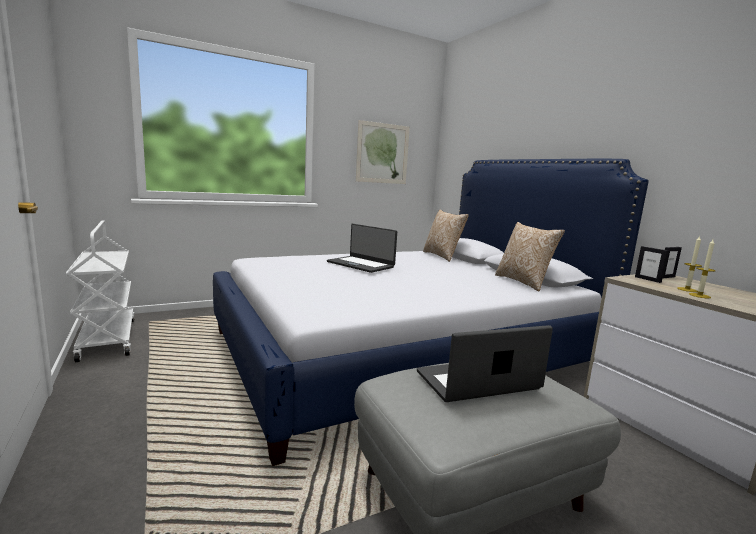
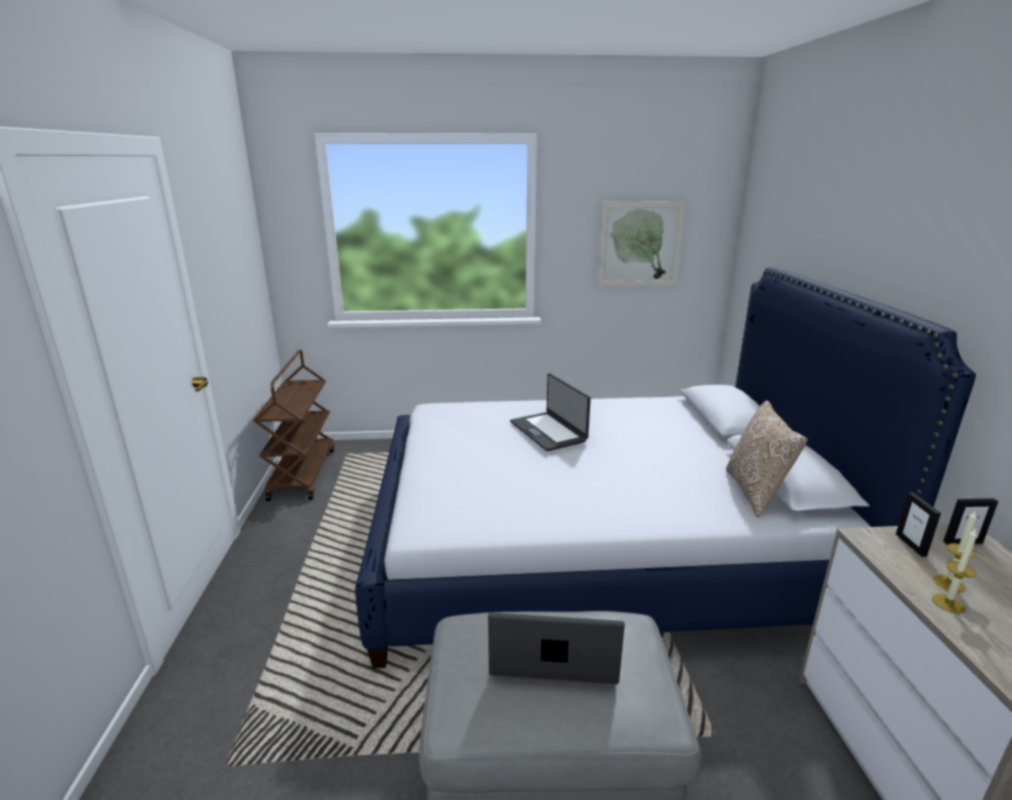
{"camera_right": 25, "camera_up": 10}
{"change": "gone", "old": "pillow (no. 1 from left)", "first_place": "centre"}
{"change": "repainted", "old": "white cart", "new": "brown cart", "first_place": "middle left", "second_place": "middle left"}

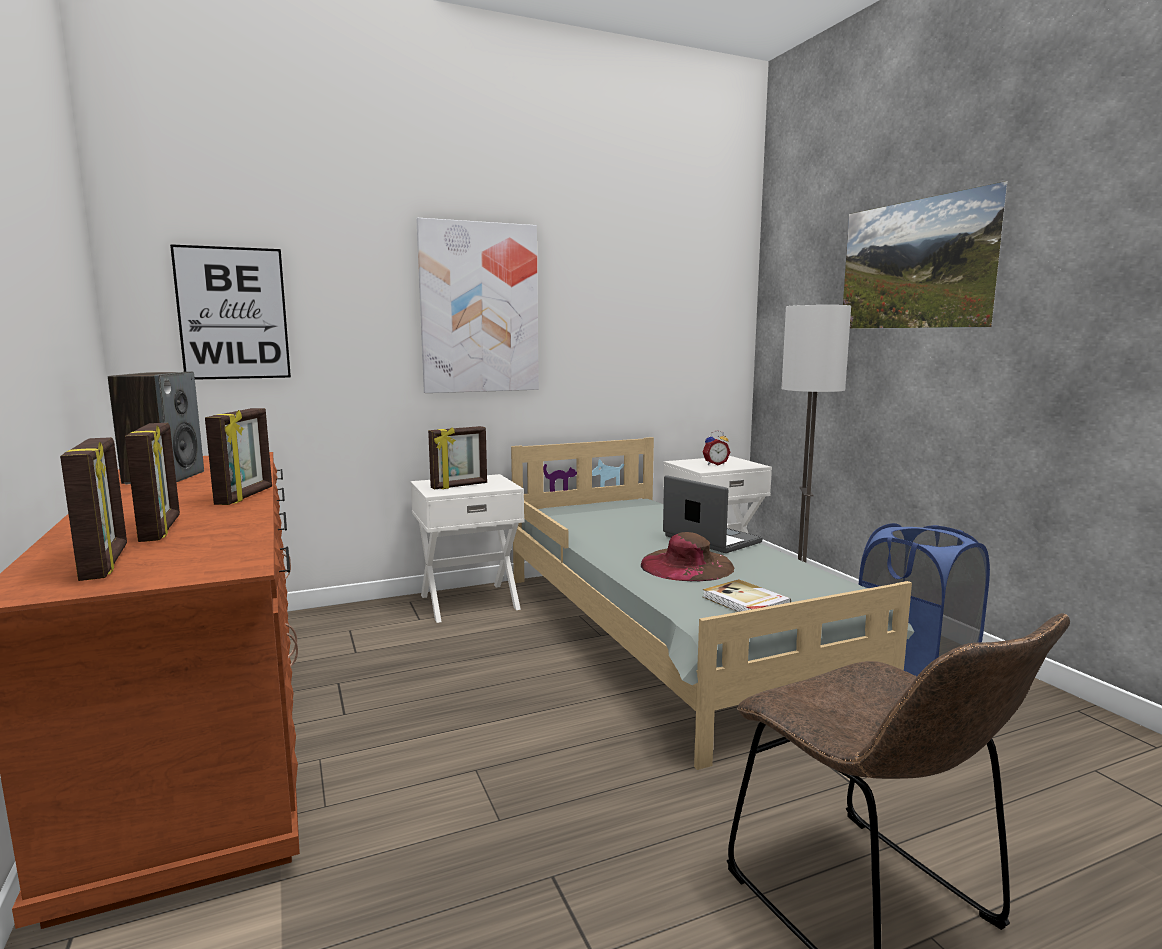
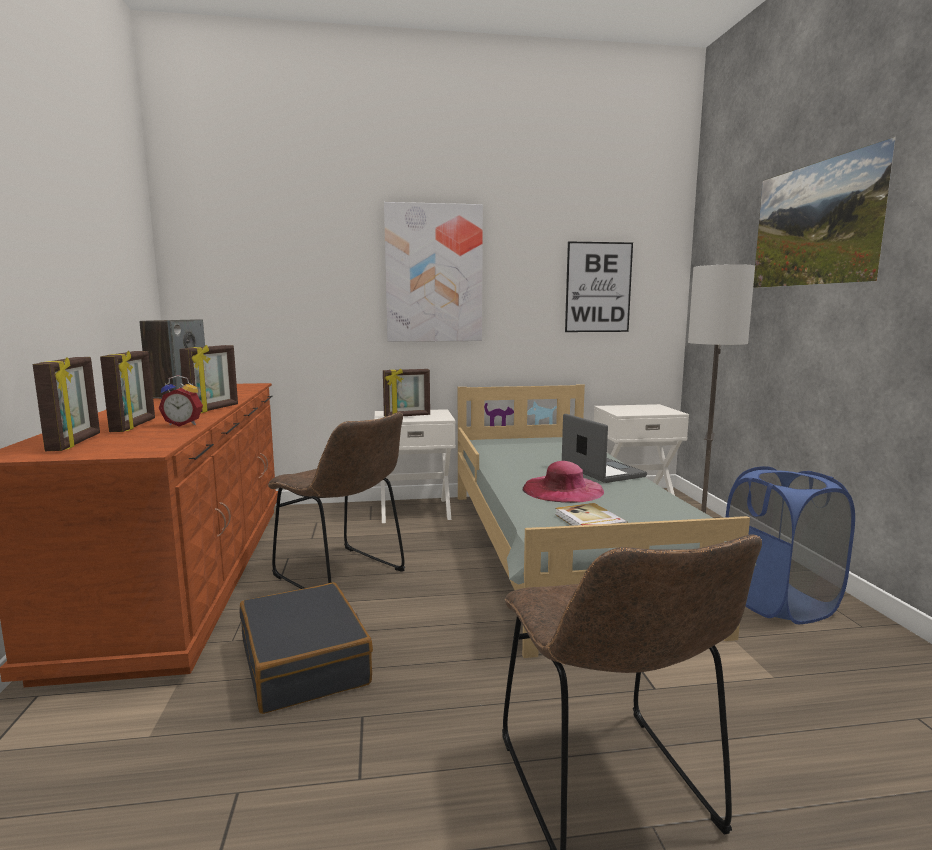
{"camera_right": 15, "camera_up": 0}
{"change": "new", "new": "black suitcase", "second_place": "bottom left"}
{"change": "new", "new": "brown chair (no. 1 from left)", "second_place": "centre"}
{"change": "shifted", "old": "picture (no. 1 from left in the first image)", "new": "picture (no. 2 from left)", "first_place": "top left", "second_place": "centre"}
{"change": "shifted", "old": "alarm clock", "first_place": "centre", "second_place": "middle left"}
{"change": "repainted", "old": "brown hat", "new": "pink hat", "first_place": "centre", "second_place": "centre"}

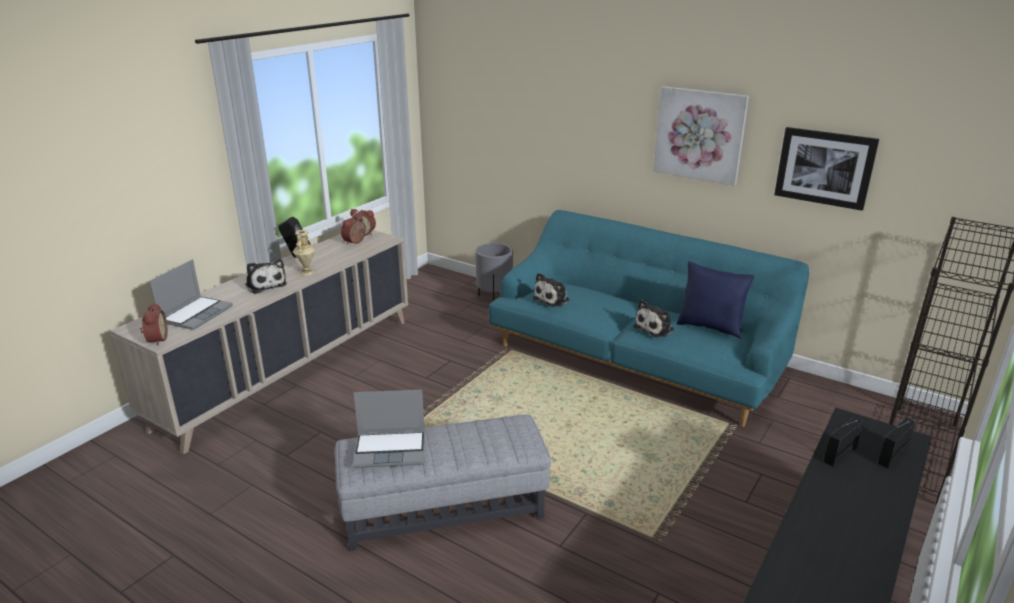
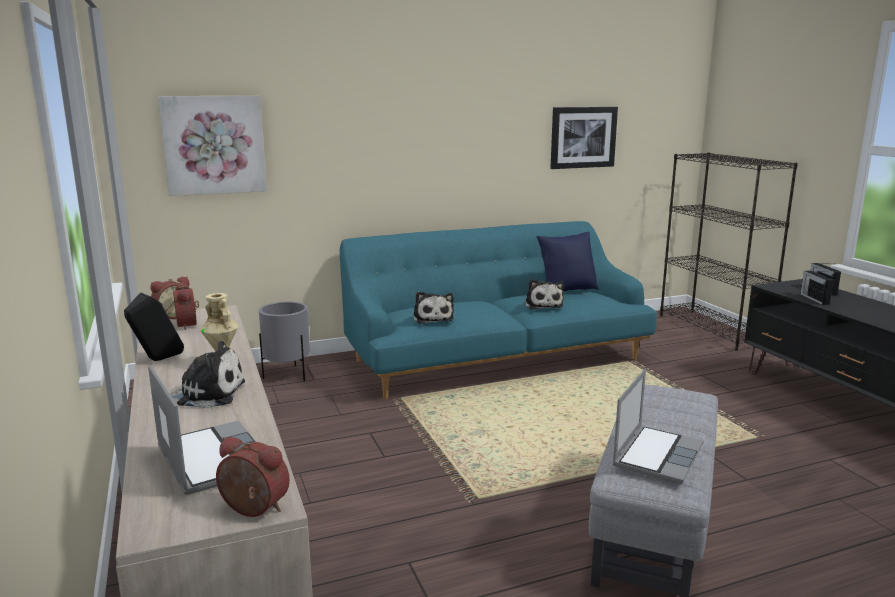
{"camera_right": -55, "camera_up": -10}
{"change": "shifted", "old": "picture (no. 1 from left)", "first_place": "top right", "second_place": "top left"}

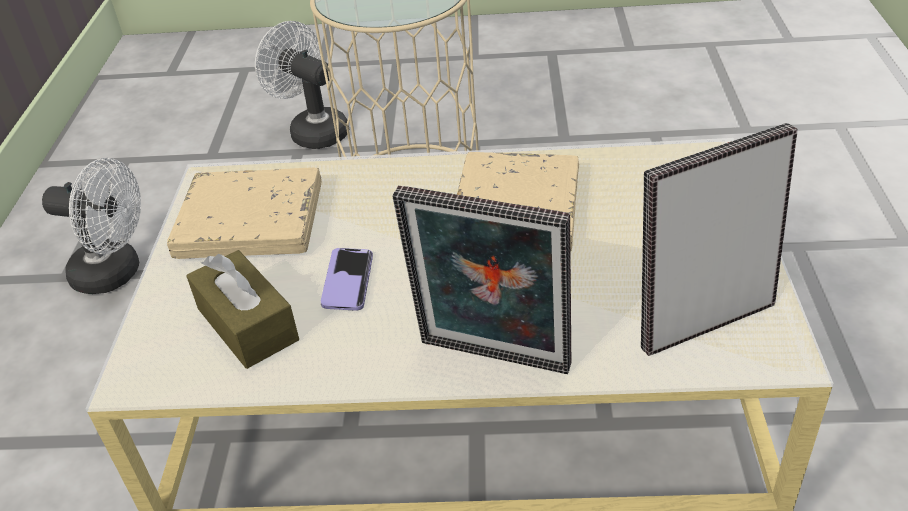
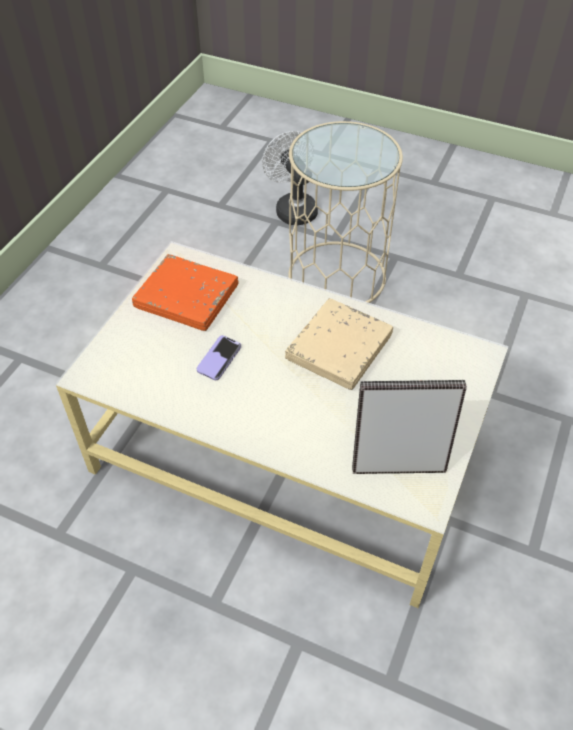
{"camera_right": 20, "camera_up": 10}
{"change": "gone", "old": "white fan (no. 1 from left)", "first_place": "middle left"}
{"change": "gone", "old": "brown tissue box", "first_place": "middle left"}
{"change": "gone", "old": "picture frame (no. 1 from left)", "first_place": "centre"}
{"change": "repainted", "old": "beige book (no. 1 from left)", "new": "orange book", "first_place": "middle left", "second_place": "middle left"}

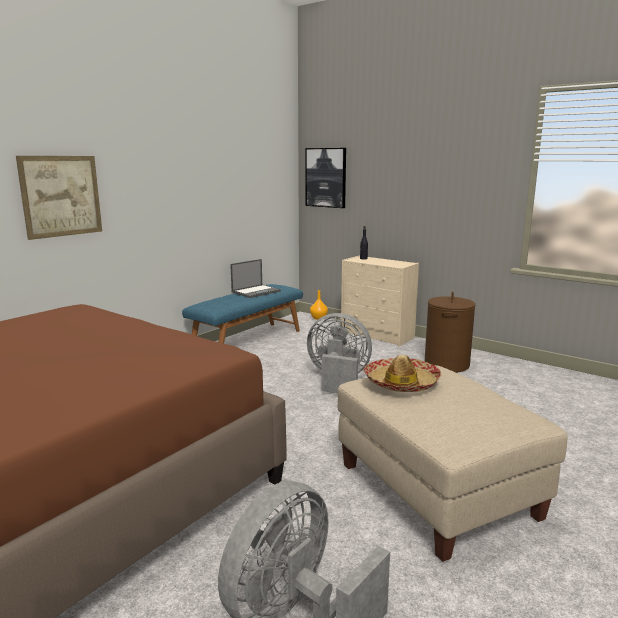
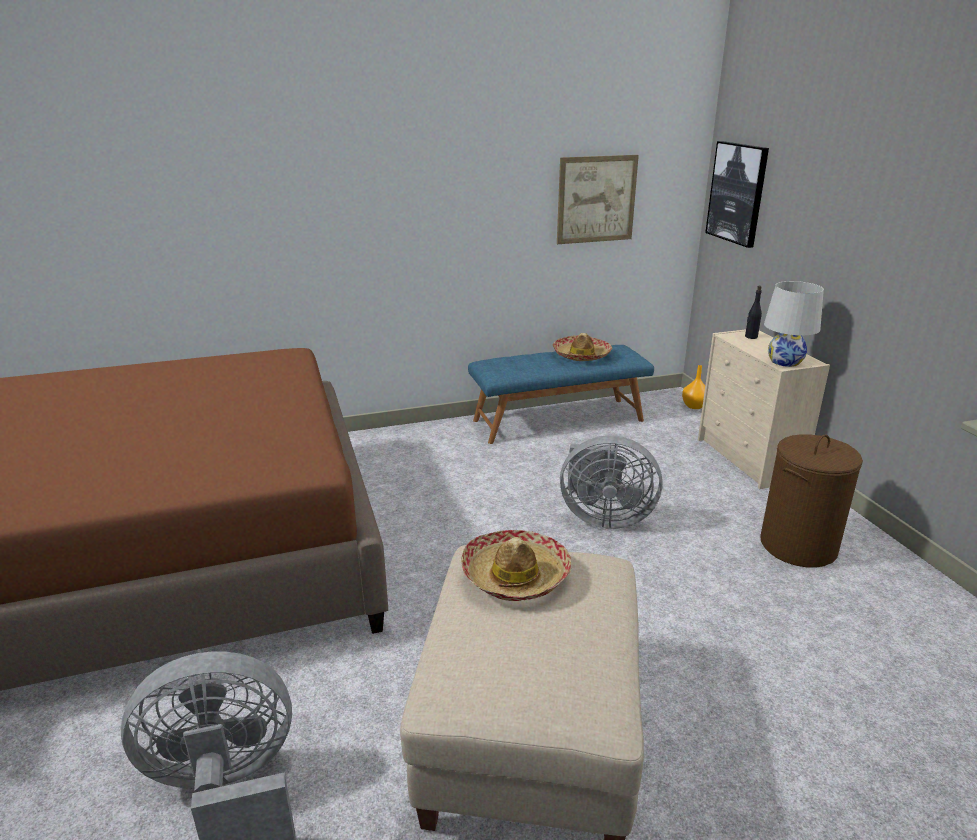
{"camera_right": 35, "camera_up": 10}
{"change": "new", "new": "white table lamp", "second_place": "middle right"}
{"change": "shifted", "old": "picture (no. 1 from left)", "first_place": "top left", "second_place": "top centre"}
{"change": "swapped", "old": "laptop", "new": "hat (no. 2 from left)", "first_place": "centre", "second_place": "centre"}
{"change": "rotated", "old": "grey fan (no. 2 from left)", "first_place": "centre", "second_place": "centre", "degrees": 135}

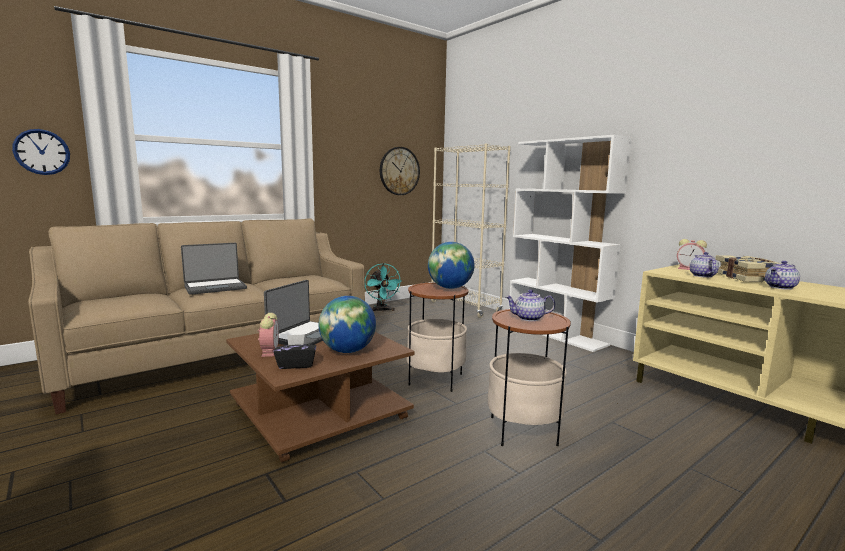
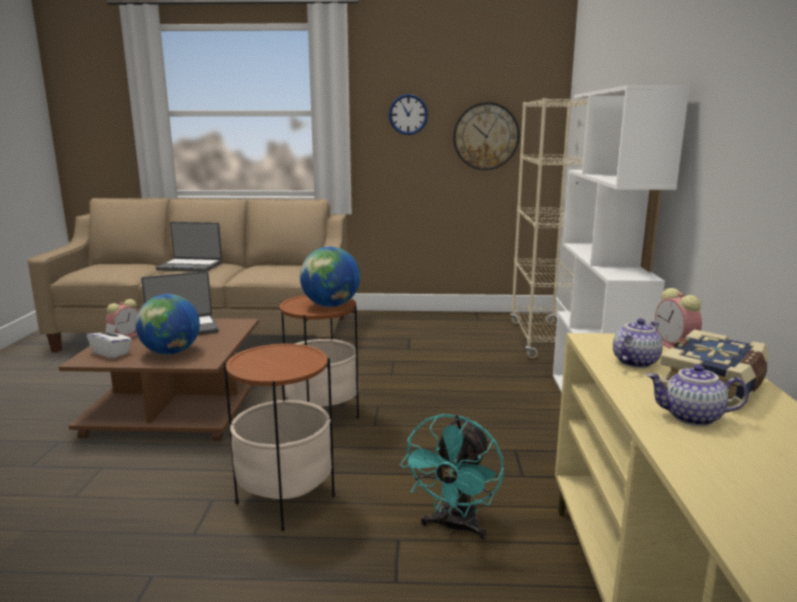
{"camera_right": 40, "camera_up": 5}
{"change": "gone", "old": "teapot (no. 1 from left)", "first_place": "centre"}
{"change": "shifted", "old": "wall clock (no. 1 from left)", "first_place": "top left", "second_place": "top centre"}
{"change": "shifted", "old": "turquoise fan", "first_place": "centre", "second_place": "bottom centre"}
{"change": "repainted", "old": "black tissue box", "new": "white tissue box", "first_place": "centre", "second_place": "middle left"}

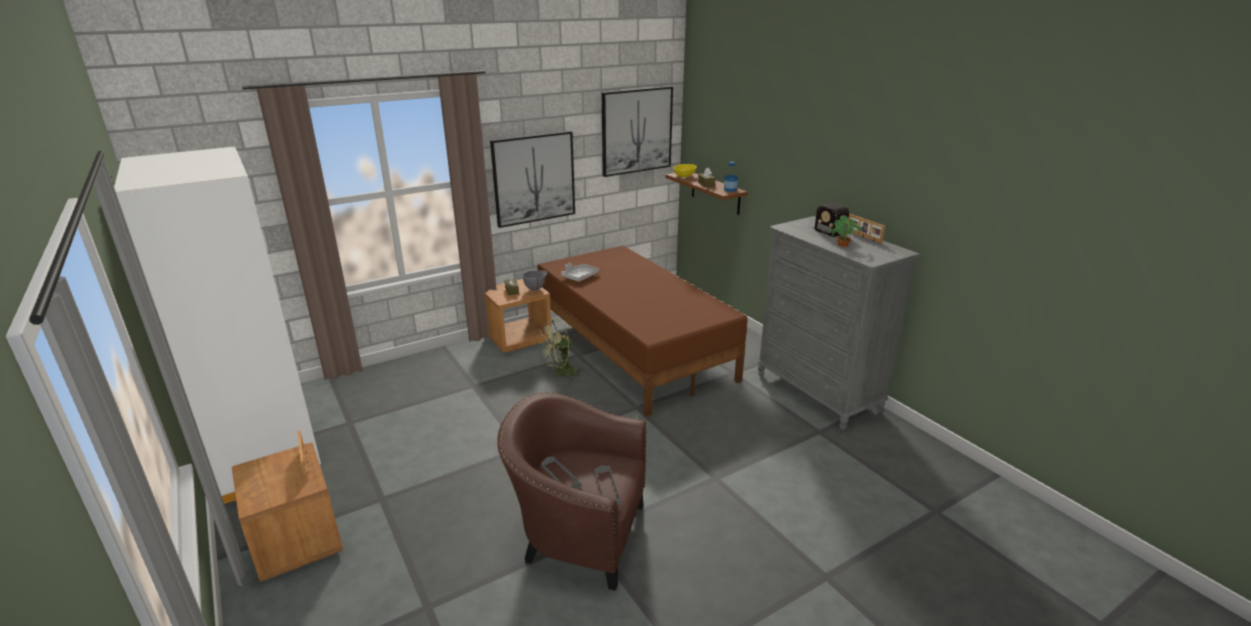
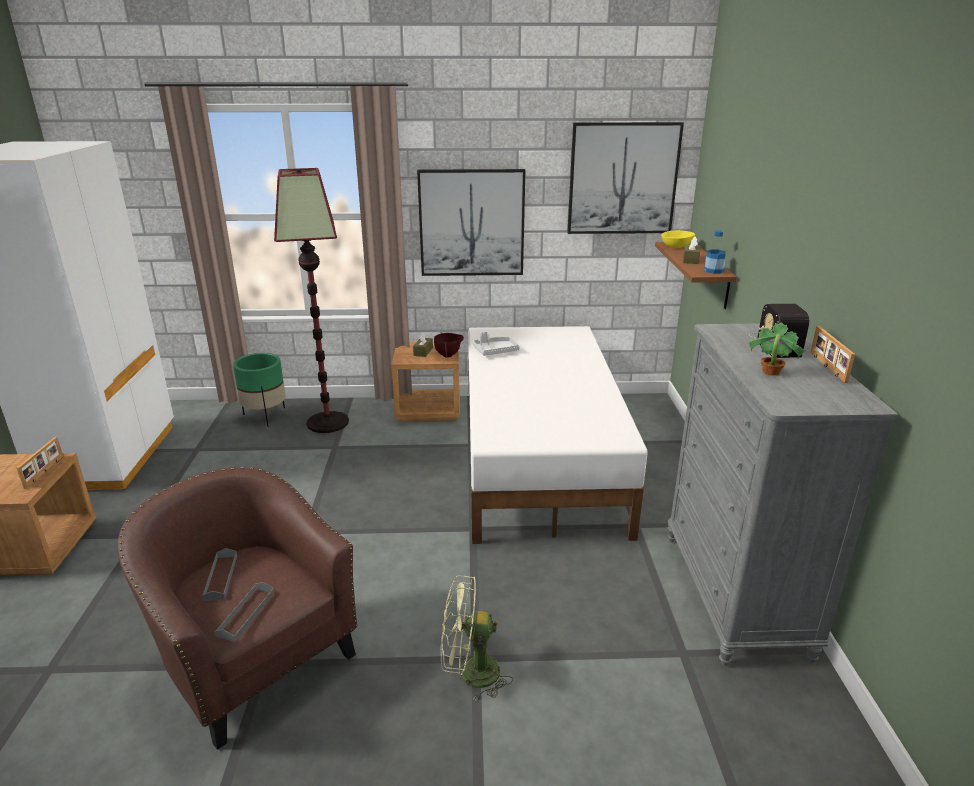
{"camera_right": 30, "camera_up": 0}
{"change": "new", "new": "green planter", "second_place": "middle left"}
{"change": "new", "new": "floor lamp", "second_place": "middle left"}
{"change": "shifted", "old": "green fan", "first_place": "centre", "second_place": "bottom centre"}
{"change": "repainted", "old": "grey bowl", "new": "brown bowl", "first_place": "centre", "second_place": "centre"}
{"change": "repainted", "old": "brown bed", "new": "white bed", "first_place": "centre", "second_place": "centre"}

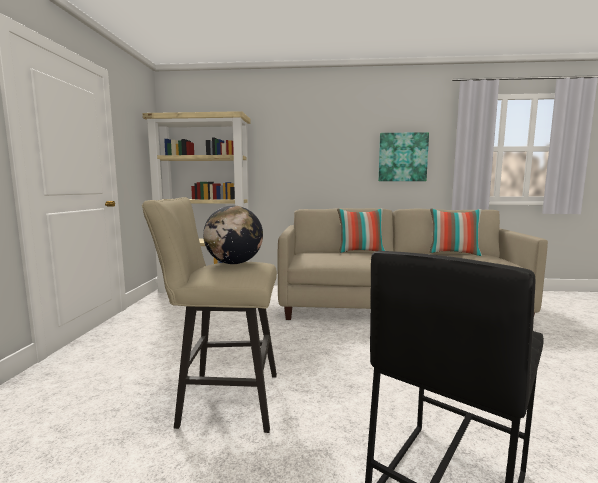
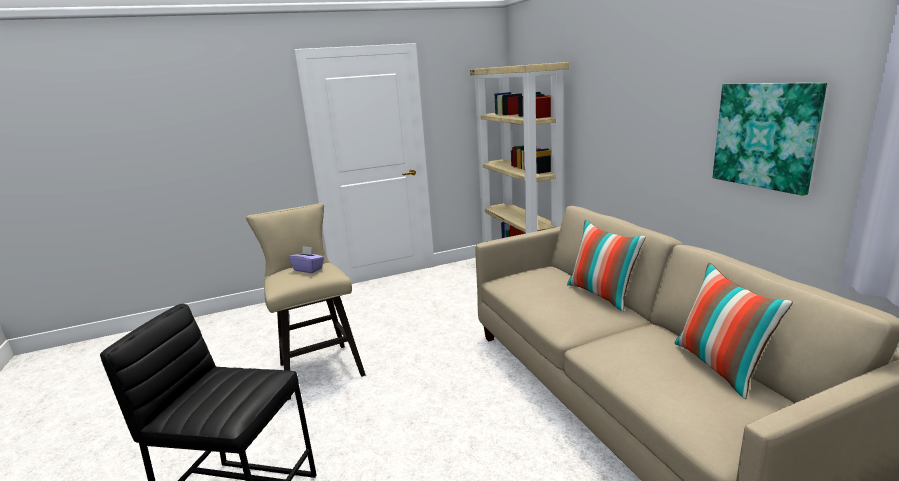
{"camera_right": 65, "camera_up": 10}
{"change": "swapped", "old": "globe", "new": "purple tissue box", "first_place": "centre", "second_place": "centre"}

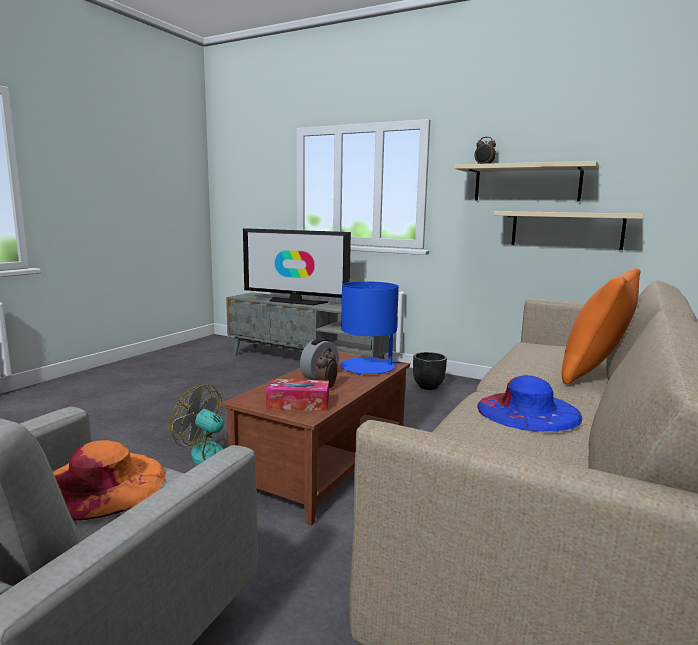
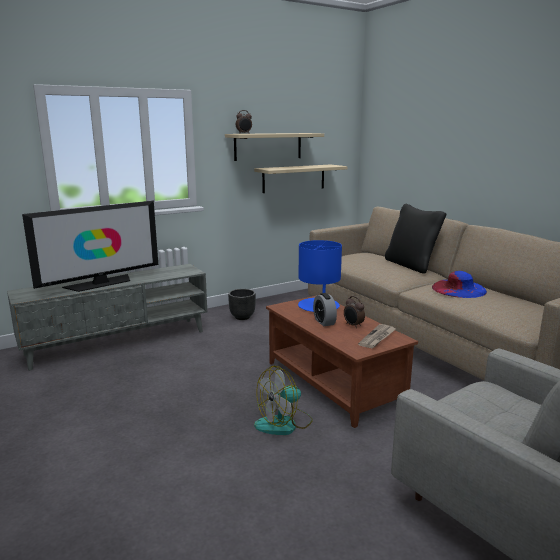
{"camera_right": -60, "camera_up": 5}
{"change": "gone", "old": "orange hat", "first_place": "bottom left"}
{"change": "swapped", "old": "tissue box", "new": "newspaper", "first_place": "centre", "second_place": "middle right"}
{"change": "repainted", "old": "orange pillow", "new": "black pillow", "first_place": "middle right", "second_place": "middle right"}

